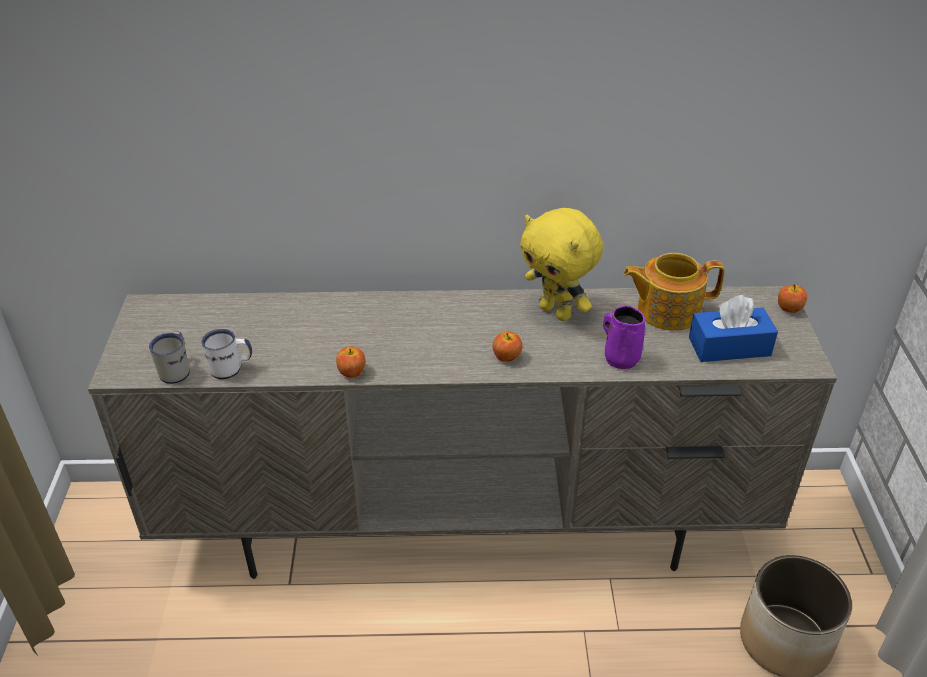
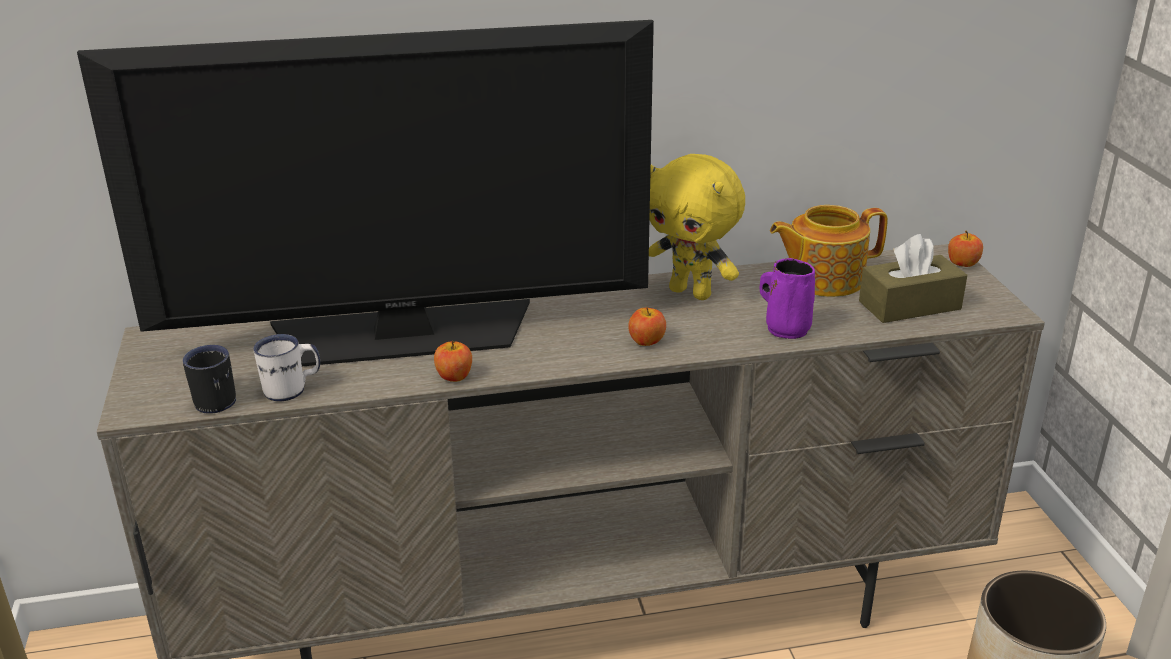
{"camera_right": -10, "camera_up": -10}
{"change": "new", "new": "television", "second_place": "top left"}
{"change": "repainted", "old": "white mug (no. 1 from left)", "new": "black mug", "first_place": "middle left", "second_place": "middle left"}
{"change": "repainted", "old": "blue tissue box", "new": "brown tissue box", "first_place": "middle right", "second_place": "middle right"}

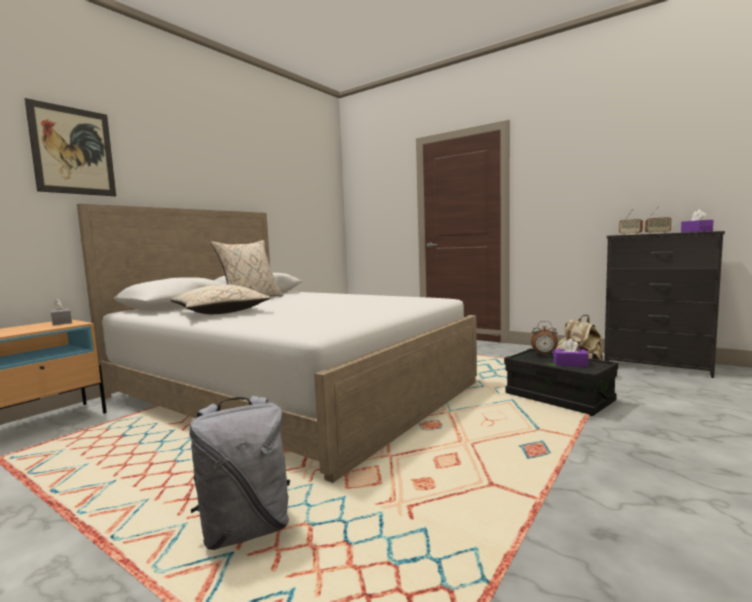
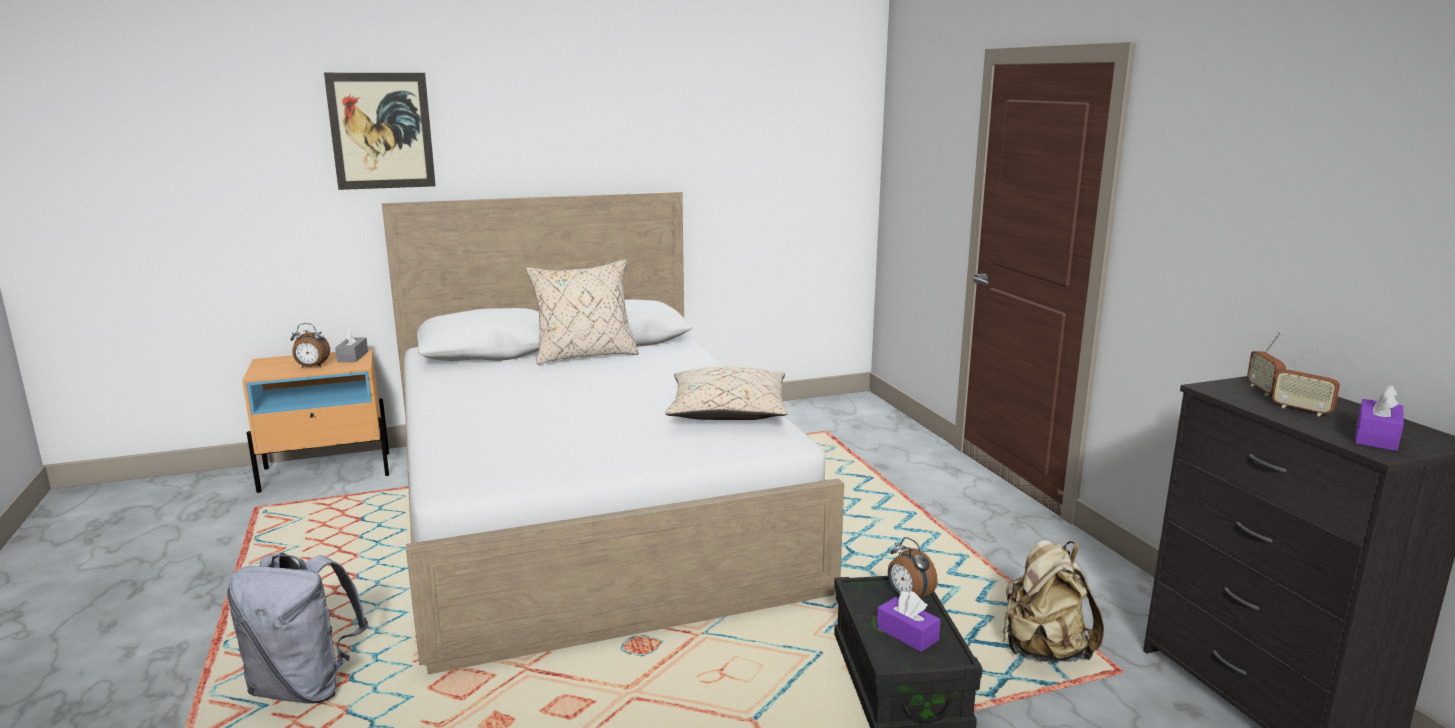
{"camera_right": 35, "camera_up": 10}
{"change": "new", "new": "alarm clock (no. 1 from left)", "second_place": "middle left"}
{"change": "shifted", "old": "beige pillow (no. 1 from left in the first image)", "new": "beige pillow (no. 2 from left)", "first_place": "middle left", "second_place": "centre"}

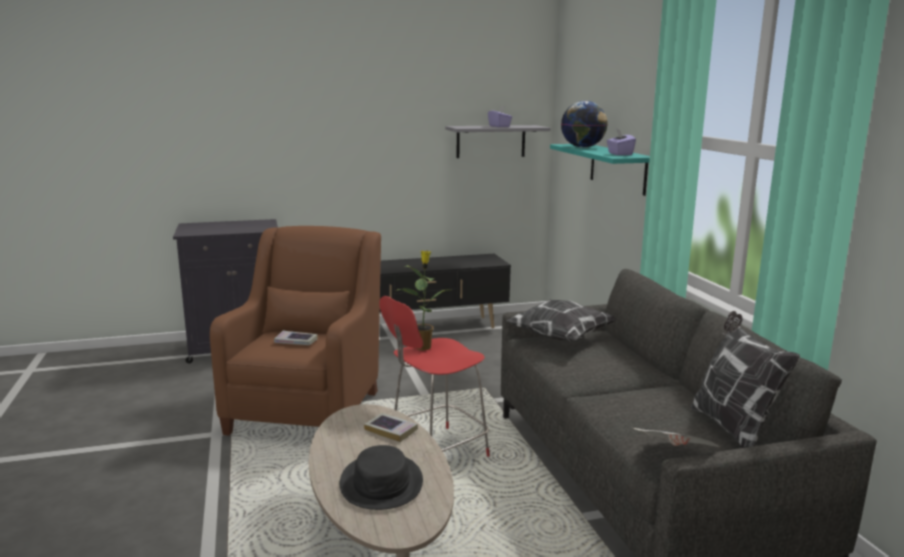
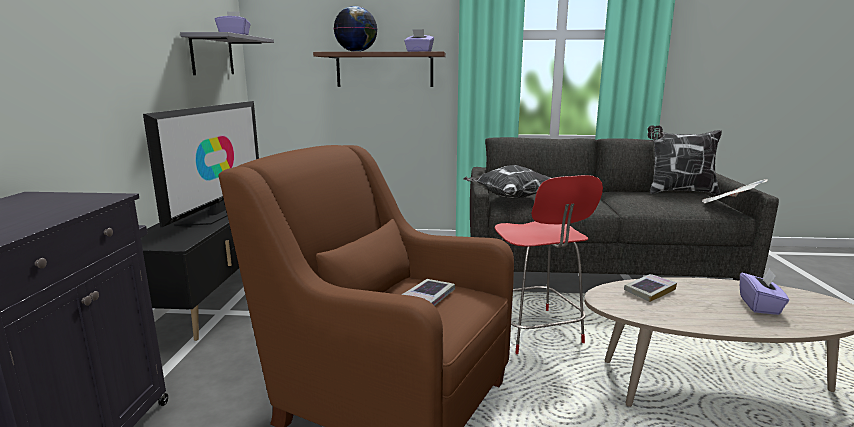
{"camera_right": -70, "camera_up": 0}
{"change": "gone", "old": "potted plant", "first_place": "centre"}
{"change": "new", "new": "television", "second_place": "middle left"}
{"change": "swapped", "old": "black hat", "new": "purple tissue box (no. 3 from left)", "first_place": "bottom centre", "second_place": "bottom right"}
{"change": "repainted", "old": "turquoise shelf", "new": "brown shelf", "first_place": "top centre", "second_place": "top centre"}

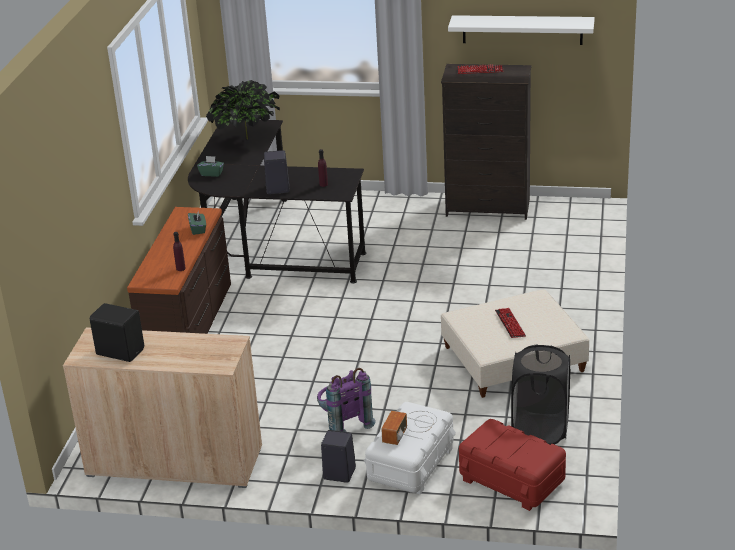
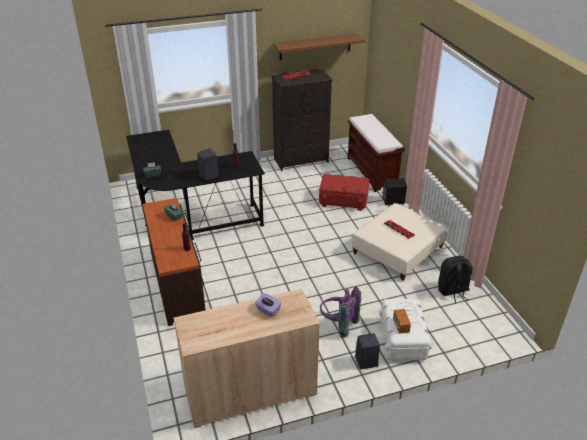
{"camera_right": -30, "camera_up": 5}
{"change": "gone", "old": "potted plant", "first_place": "top left"}
{"change": "new", "new": "purple tissue box", "second_place": "bottom centre"}
{"change": "new", "new": "brown bench", "second_place": "centre"}
{"change": "shifted", "old": "black speaker (no. 1 from left in the first image)", "new": "black speaker (no. 3 from left)", "first_place": "middle left", "second_place": "middle right"}
{"change": "shifted", "old": "red storage box", "first_place": "bottom right", "second_place": "centre"}
{"change": "swapped", "old": "black laundry basket", "new": "black backpack", "first_place": "bottom right", "second_place": "middle right"}
{"change": "repainted", "old": "white shelf", "new": "brown shelf", "first_place": "top right", "second_place": "top centre"}

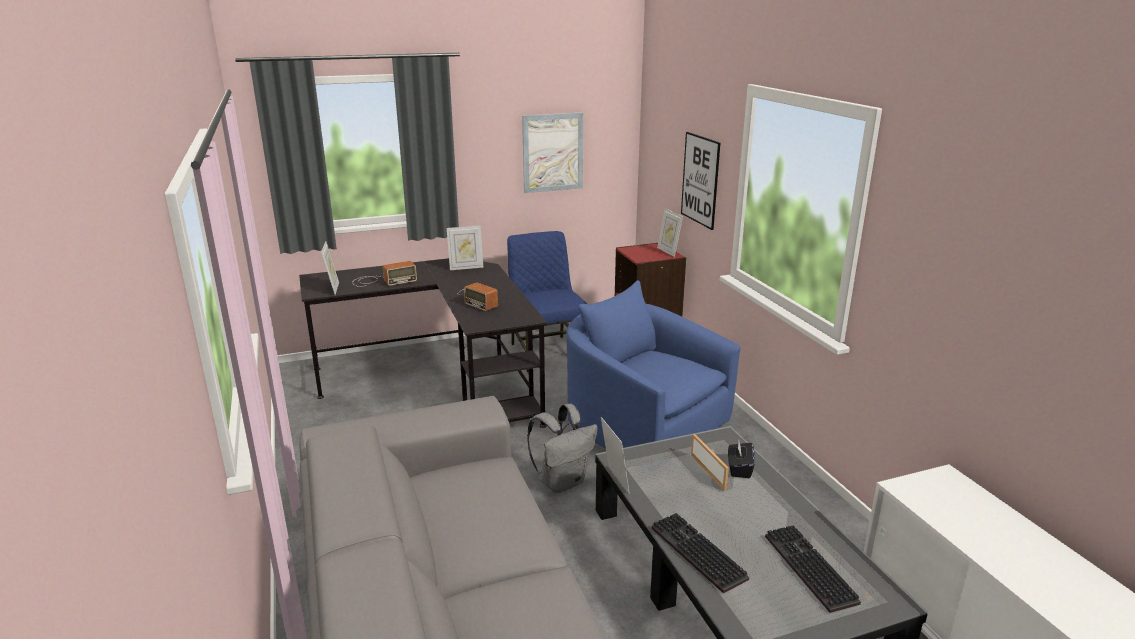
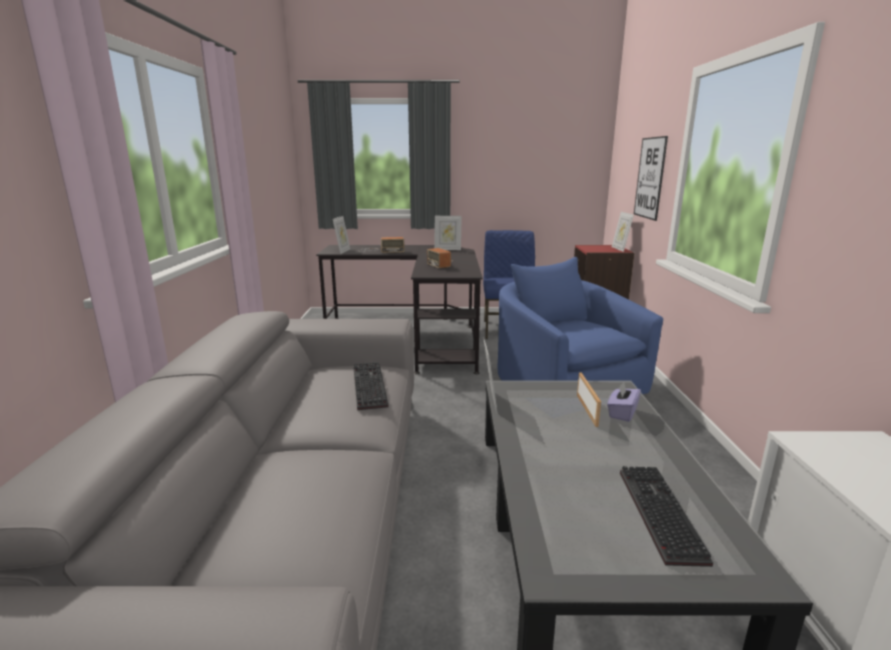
{"camera_right": 20, "camera_up": -5}
{"change": "gone", "old": "picture (no. 1 from left)", "first_place": "top centre"}
{"change": "gone", "old": "grey backpack", "first_place": "bottom centre"}
{"change": "shifted", "old": "keyboard (no. 1 from left)", "first_place": "bottom centre", "second_place": "centre"}
{"change": "repainted", "old": "black tissue box", "new": "purple tissue box", "first_place": "bottom centre", "second_place": "middle right"}

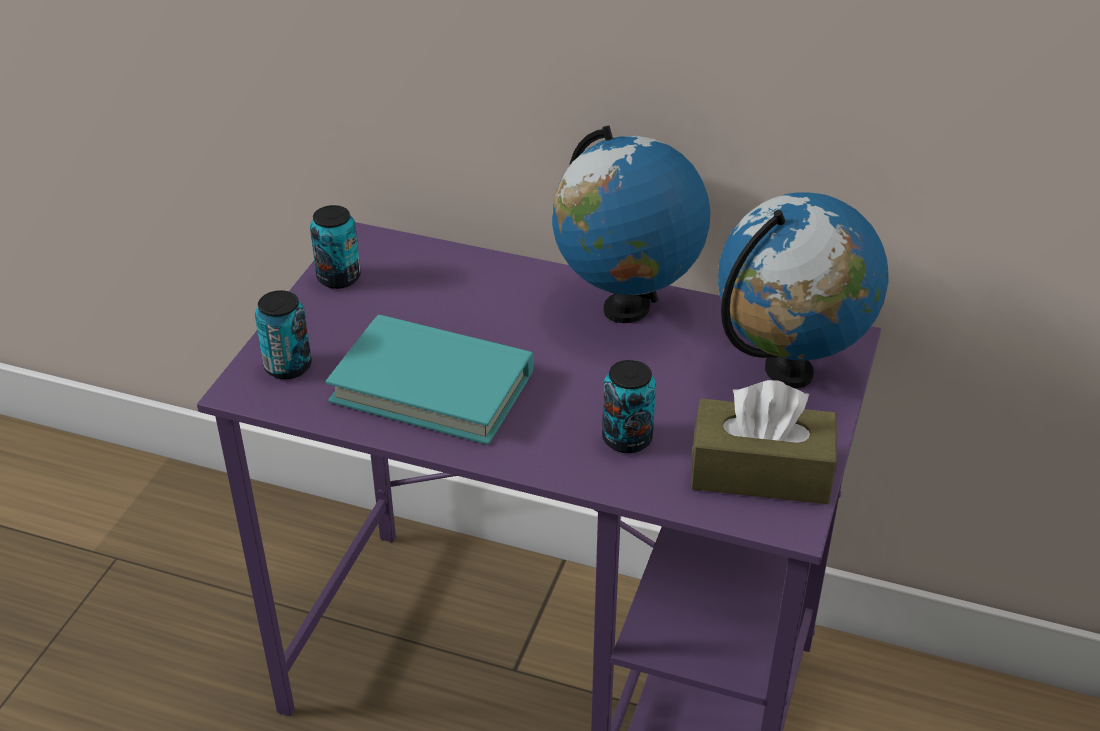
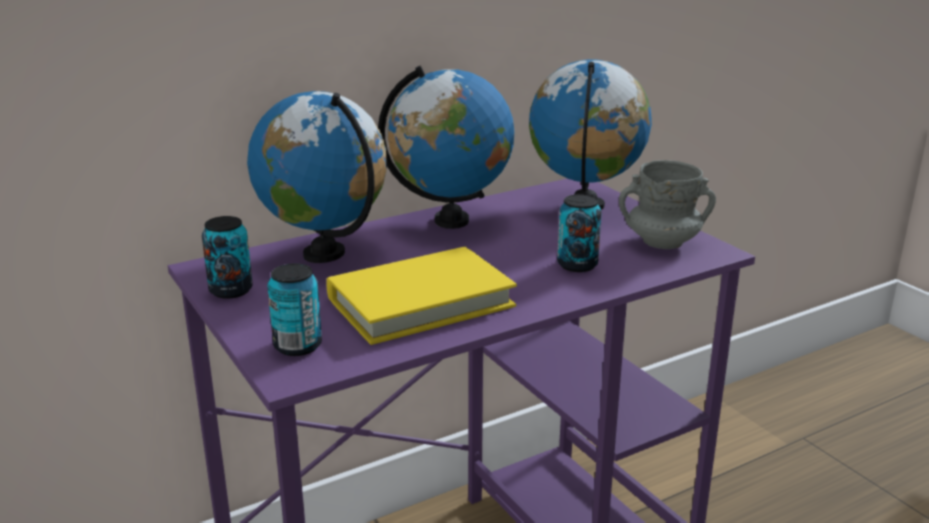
{"camera_right": -50, "camera_up": -15}
{"change": "new", "new": "globe (no. 1 from left)", "second_place": "centre"}
{"change": "swapped", "old": "brown tissue box", "new": "grey mug", "first_place": "middle right", "second_place": "middle right"}
{"change": "repainted", "old": "turquoise book", "new": "yellow book", "first_place": "centre", "second_place": "centre"}

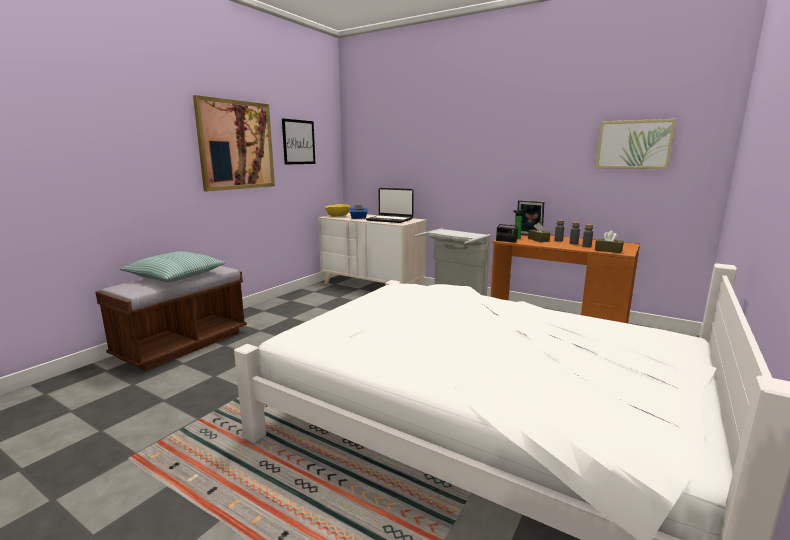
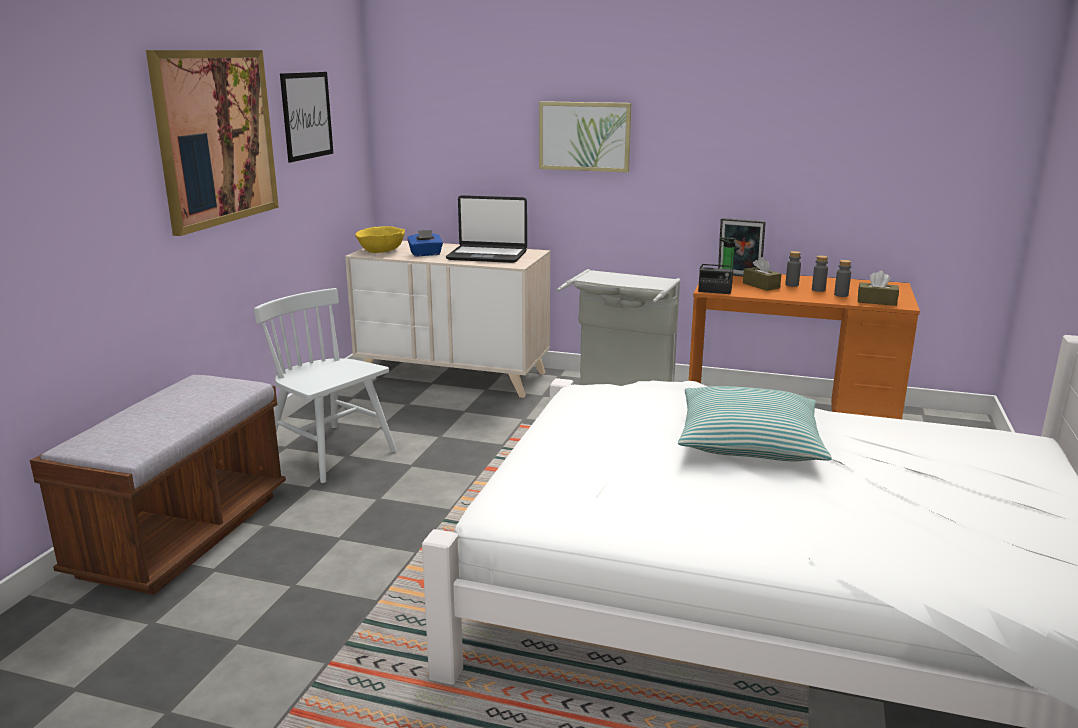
{"camera_right": -15, "camera_up": 5}
{"change": "new", "new": "white chair", "second_place": "middle left"}
{"change": "shifted", "old": "pillow", "first_place": "middle left", "second_place": "middle right"}
{"change": "shifted", "old": "picture (no. 3 from left)", "first_place": "top right", "second_place": "top centre"}

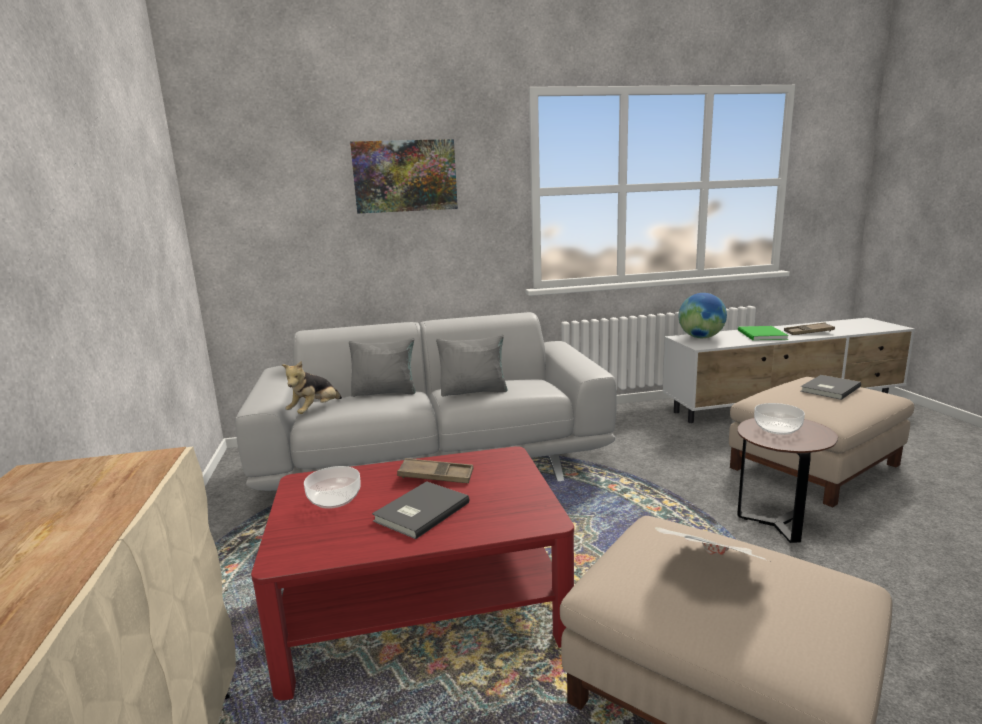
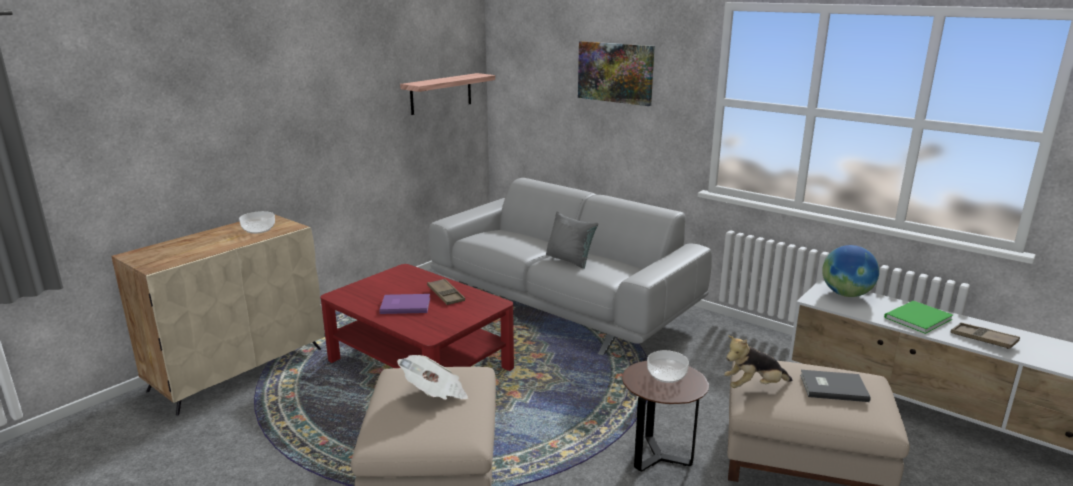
{"camera_right": 50, "camera_up": 5}
{"change": "gone", "old": "grey pillow (no. 1 from left)", "first_place": "centre"}
{"change": "new", "new": "shelf", "second_place": "top centre"}
{"change": "shifted", "old": "plush toy", "first_place": "middle left", "second_place": "bottom right"}
{"change": "shifted", "old": "bowl (no. 1 from left)", "first_place": "bottom centre", "second_place": "middle left"}
{"change": "repainted", "old": "grey book (no. 1 from left)", "new": "purple book", "first_place": "bottom centre", "second_place": "centre"}

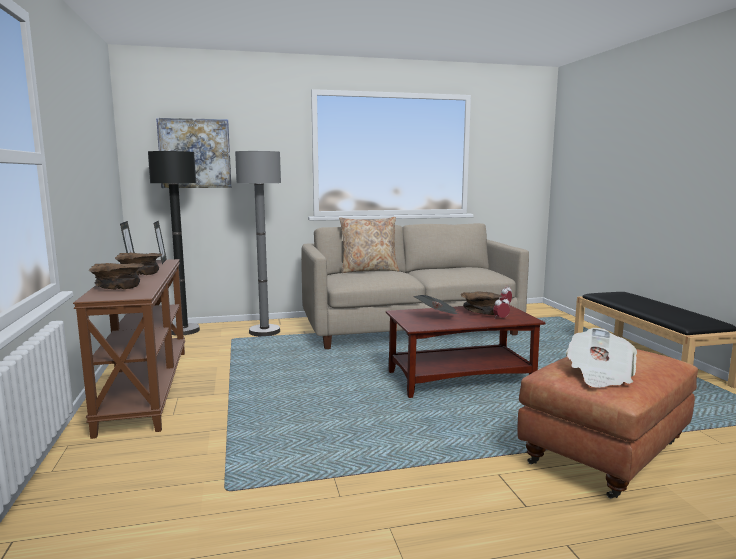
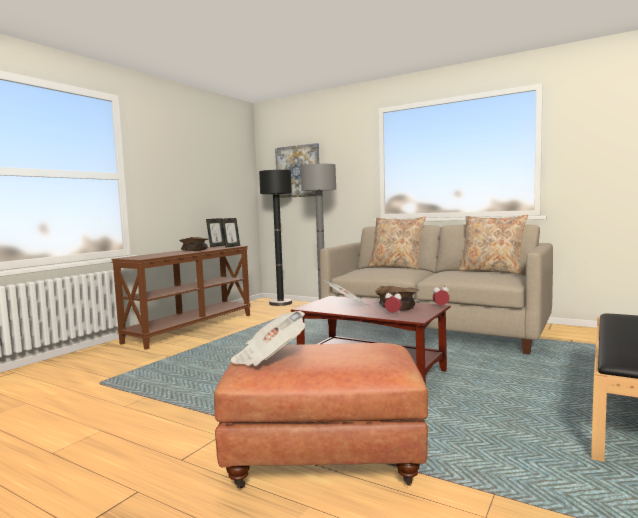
{"camera_right": 45, "camera_up": -5}
{"change": "gone", "old": "brown bowl (no. 1 from left)", "first_place": "middle left"}
{"change": "new", "new": "beige pillow (no. 2 from left)", "second_place": "middle right"}

